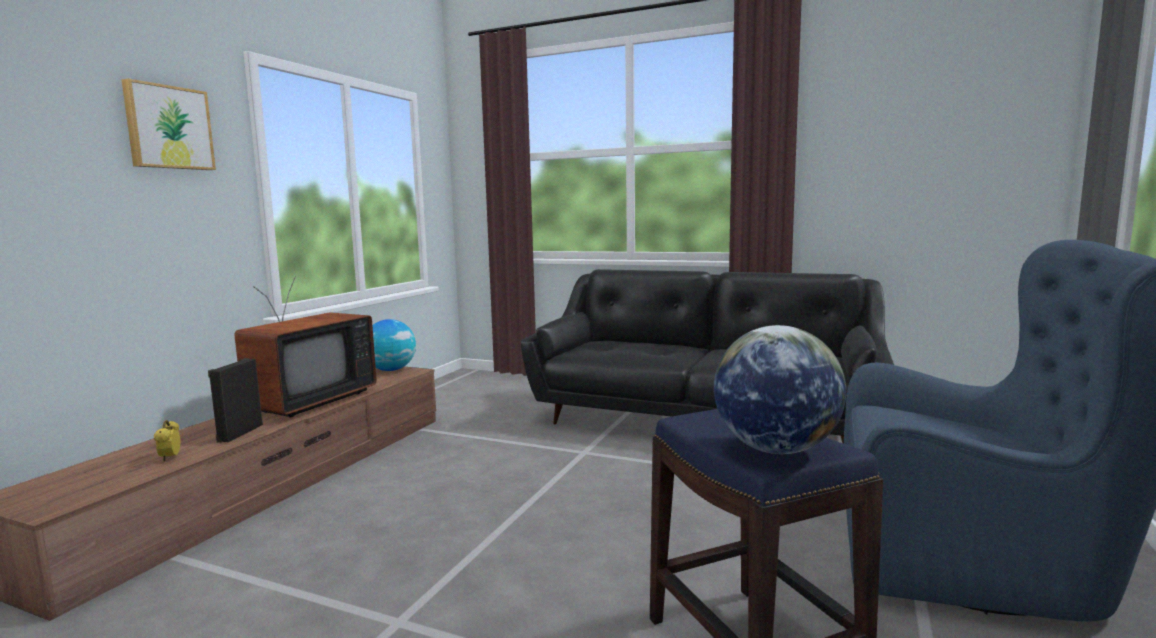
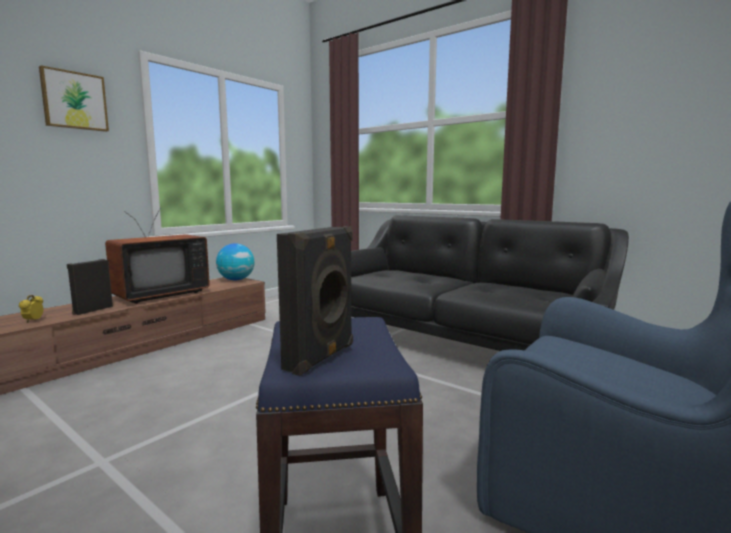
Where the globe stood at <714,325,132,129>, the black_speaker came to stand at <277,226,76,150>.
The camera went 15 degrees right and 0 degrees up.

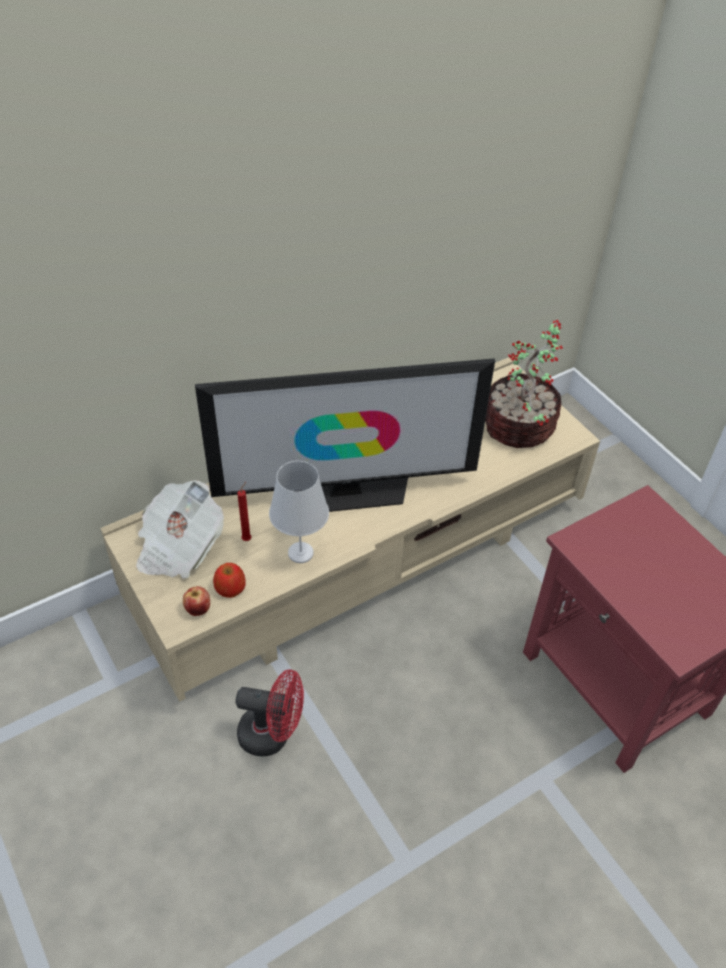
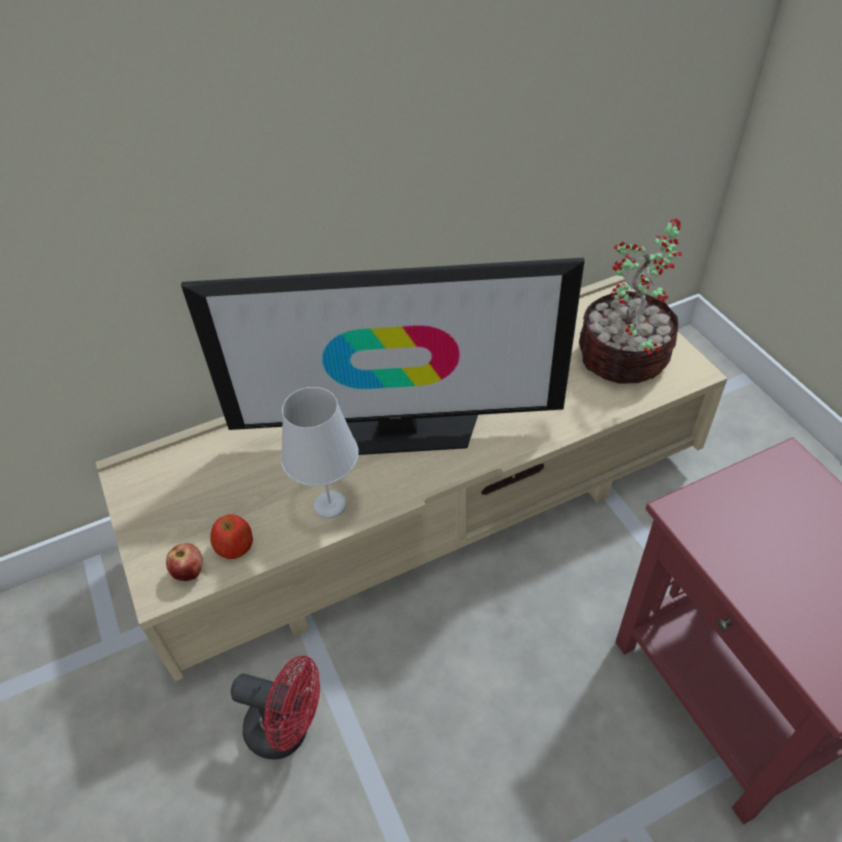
The second view lost the newspaper at <136,480,88,99>.
The second view lost the red_wax_light at <237,482,14,59>.
The camera went 10 degrees right and 0 degrees up.

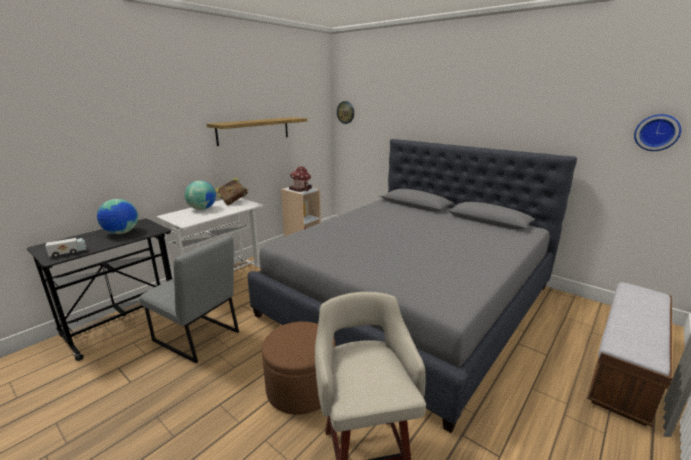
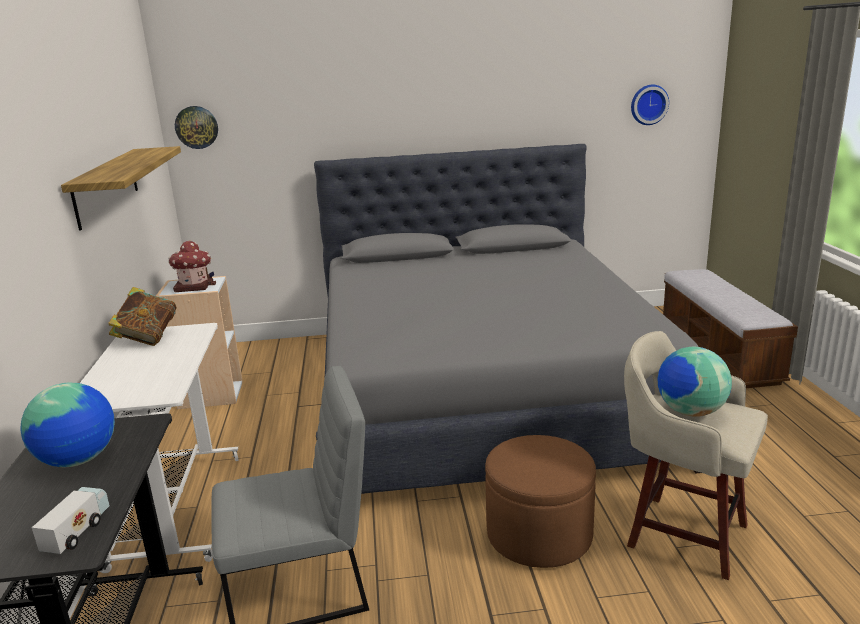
The globe ended up elsewhere, having gone from <185,180,31,30> to <658,347,74,70>.
The camera went 45 degrees left and 0 degrees up.

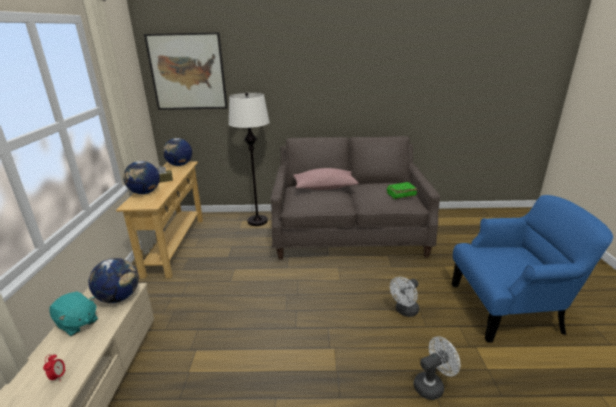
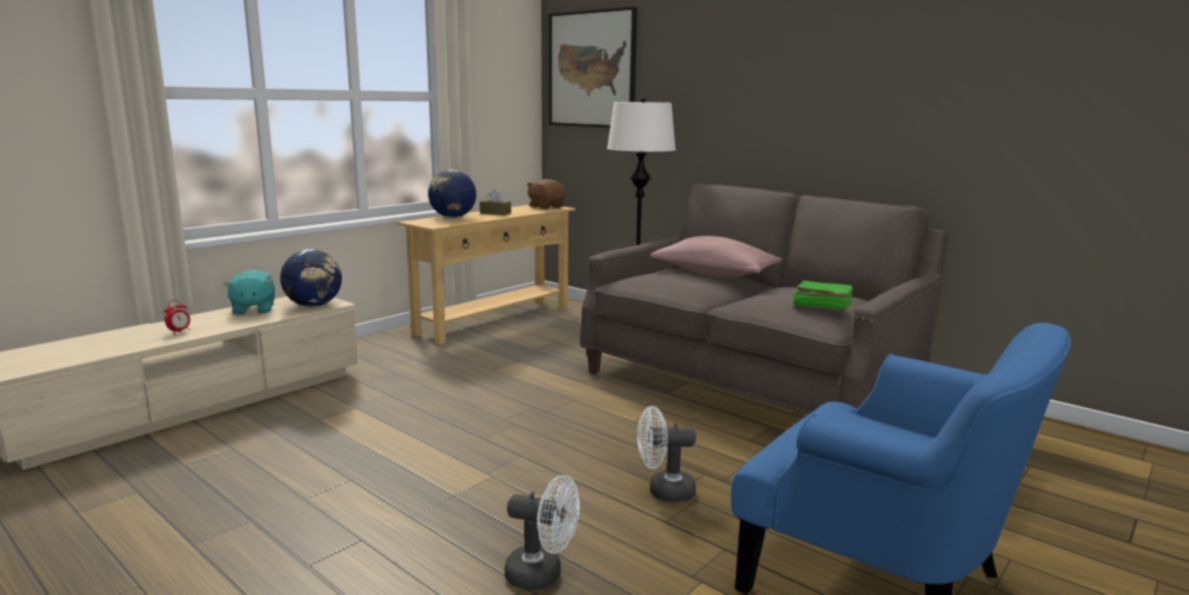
Where the globe stood at <163,138,29,28>, the brownish_plush_toy came to stand at <526,179,39,30>.
The camera went 40 degrees right and 10 degrees down.

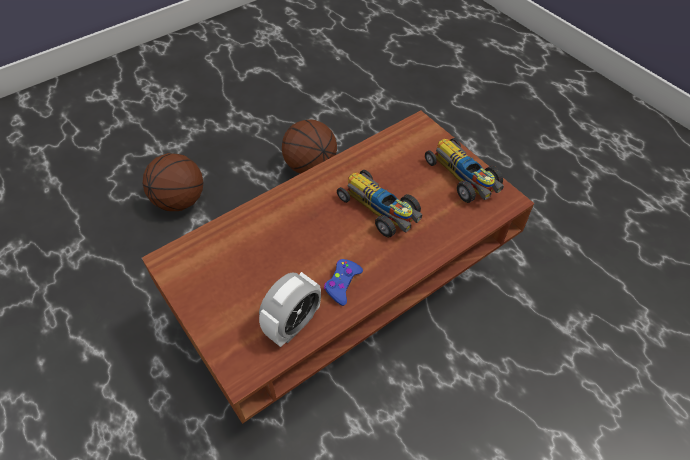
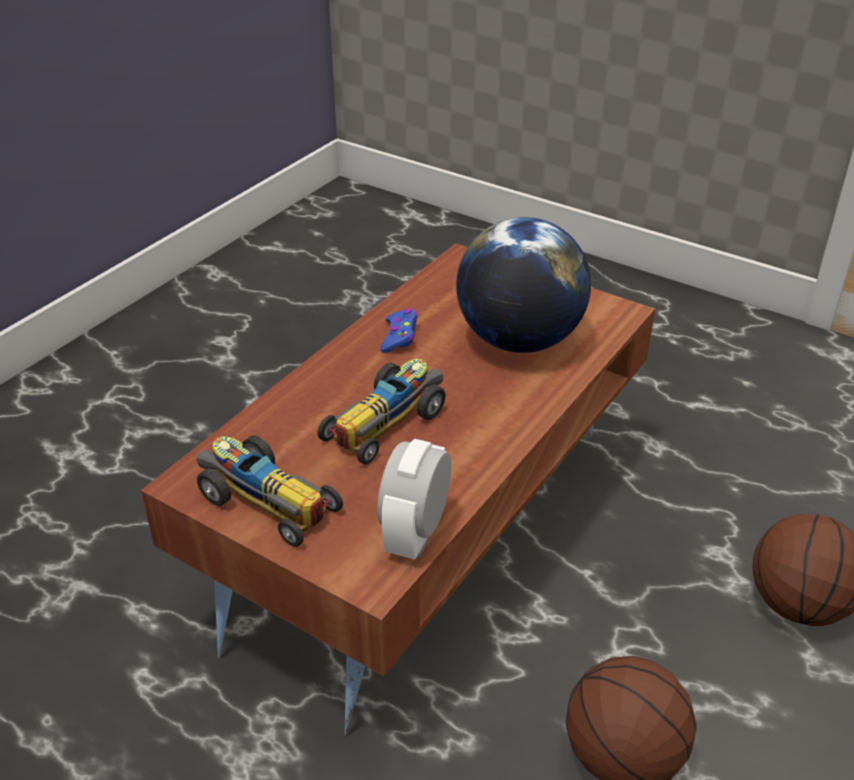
The model_car at <337,170,85,68> ended up facing another way, 105 degrees clockwise from before.
The table_clock ended up elsewhere, having gone from <259,272,62,75> to <377,439,74,121>.
The second view gained the globe at <456,217,135,136>.
The camera went 160 degrees right and 15 degrees down.

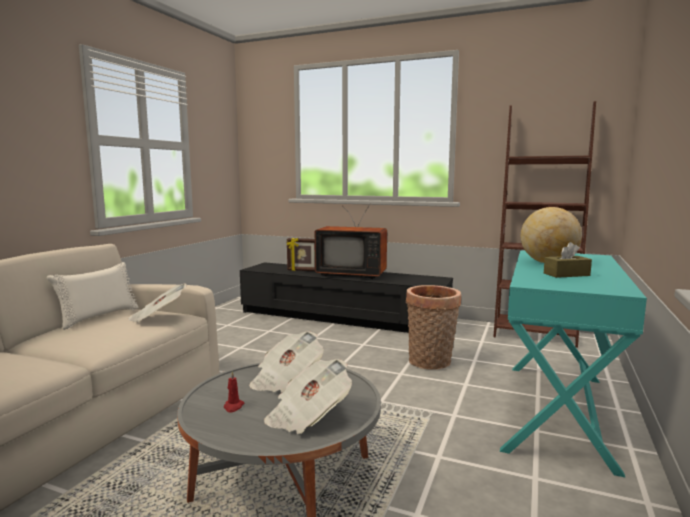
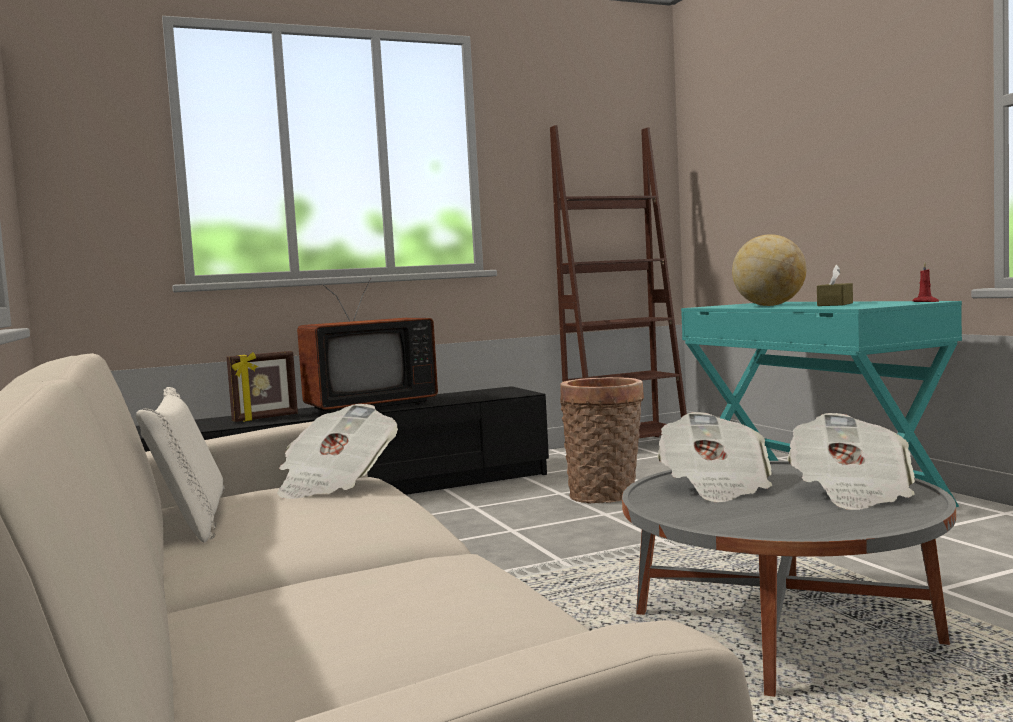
The red_wax_light ended up elsewhere, having gone from <224,371,20,41> to <913,262,26,40>.
The camera went 45 degrees left and 5 degrees down.

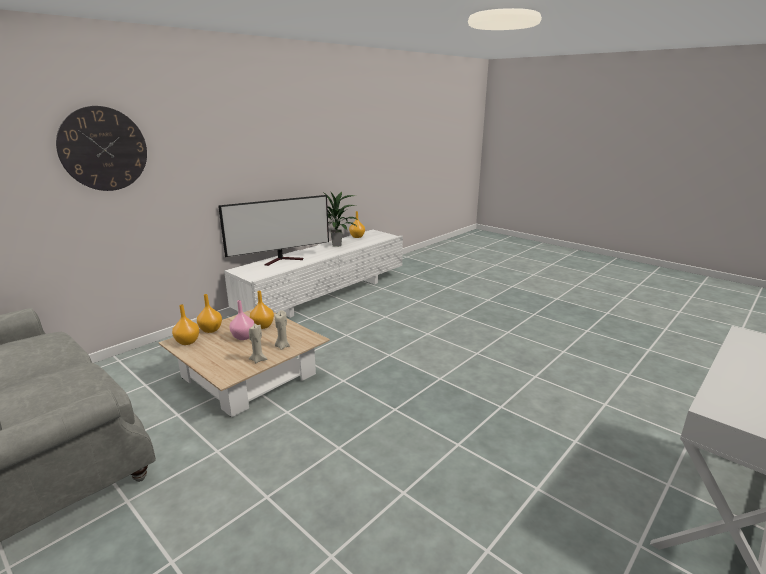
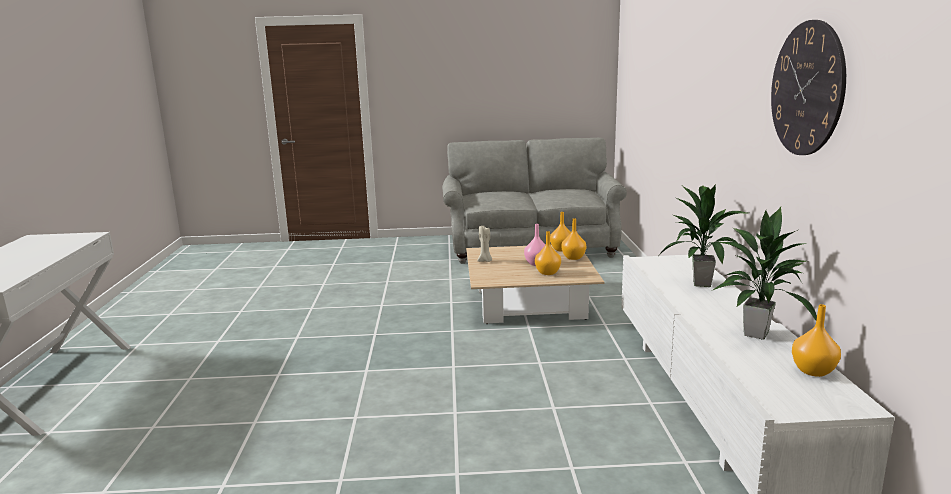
The clock_on_the_wall ended up elsewhere, having gone from <56,106,91,85> to <771,20,75,135>.
Where the TV_set stood at <218,195,111,71>, the houseplant came to stand at <659,184,89,103>.
The second view lost the beige-coloured_wax_light at <275,310,15,40>.
The camera went 135 degrees right and 5 degrees down.

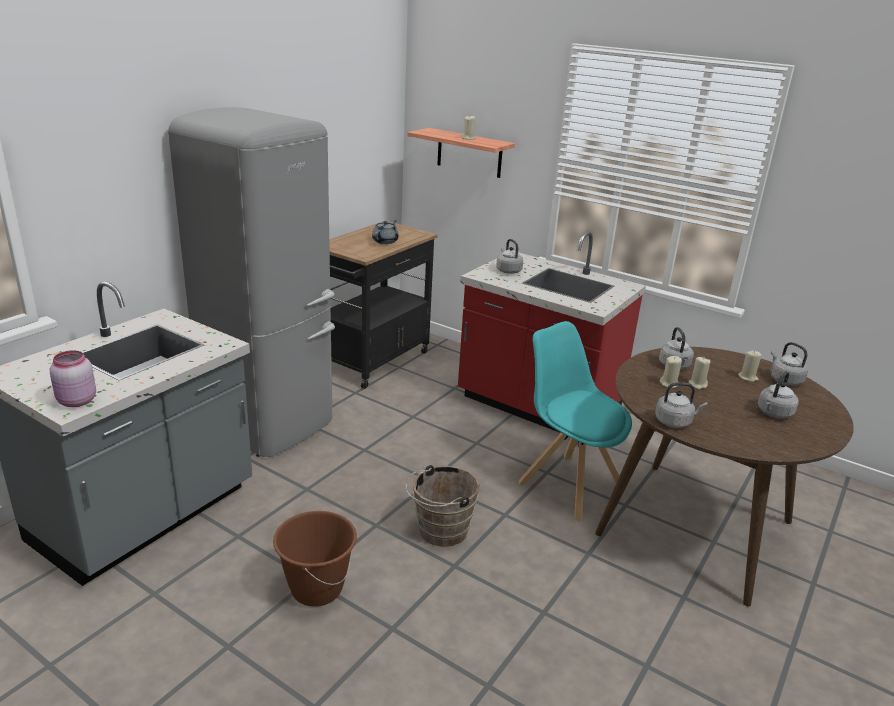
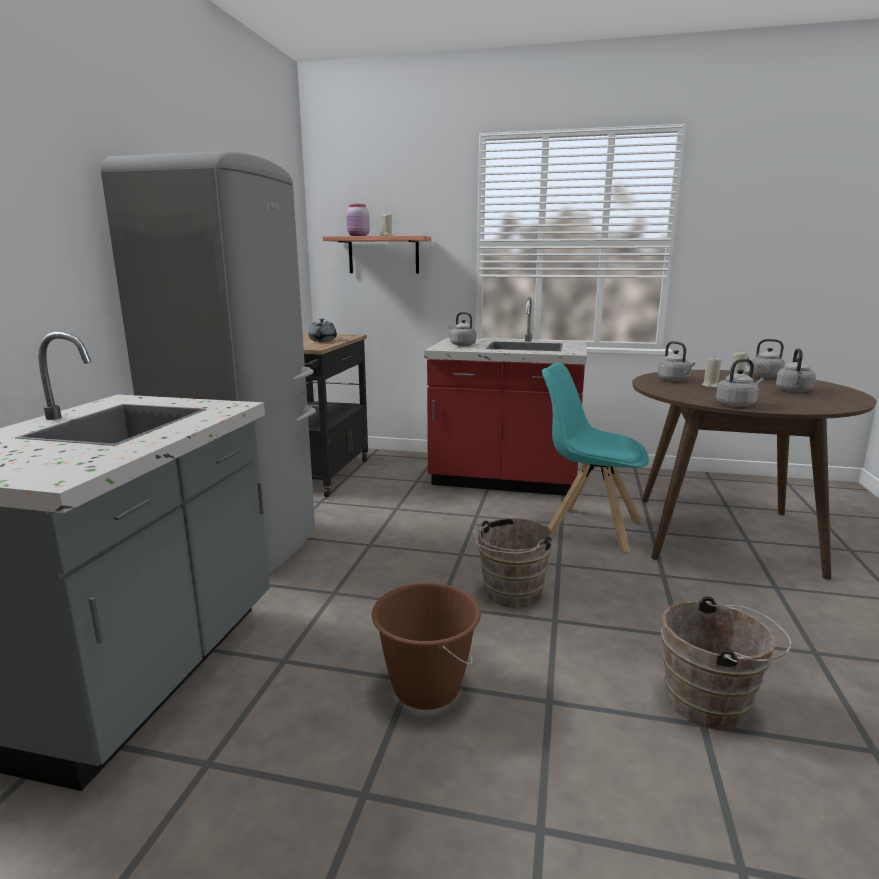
The pinkish_storage_jar ended up elsewhere, having gone from <50,350,46,57> to <346,204,24,32>.
The second view lost the beige-coloured_wax_light at <660,356,22,32>.
The second view gained the brownish_water_bucket at <661,596,131,134>.
The camera went 20 degrees left and 10 degrees down.

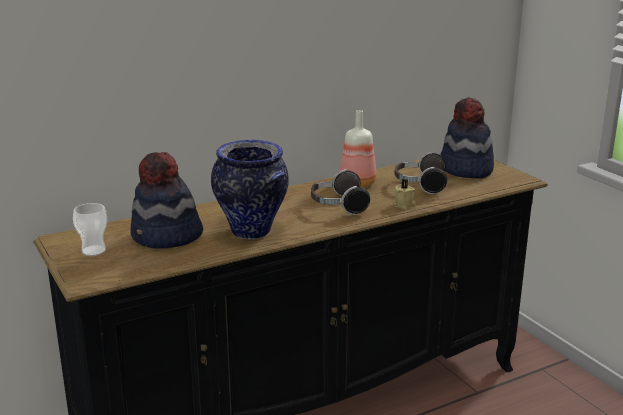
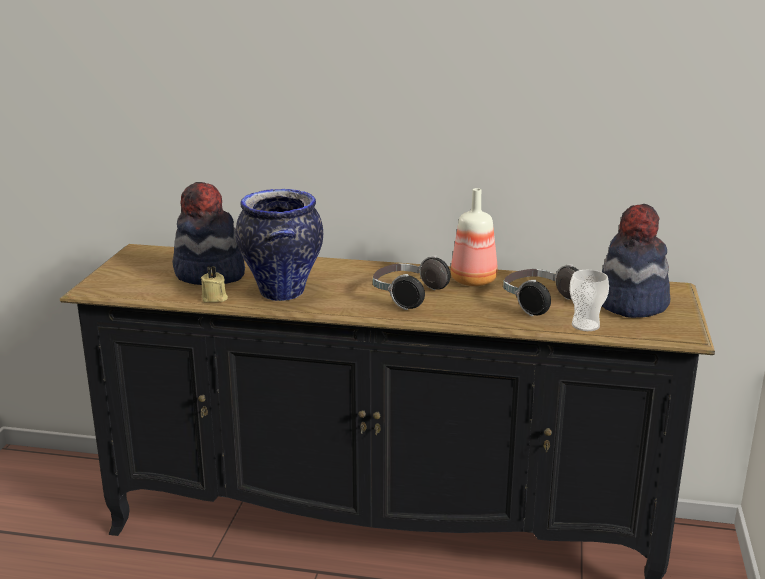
The beige-coloured_wax_light ended up elsewhere, having gone from <394,179,22,30> to <201,266,27,36>.
The small_cup ended up elsewhere, having gone from <73,203,35,53> to <569,270,40,61>.
The camera went 40 degrees right and 0 degrees up.

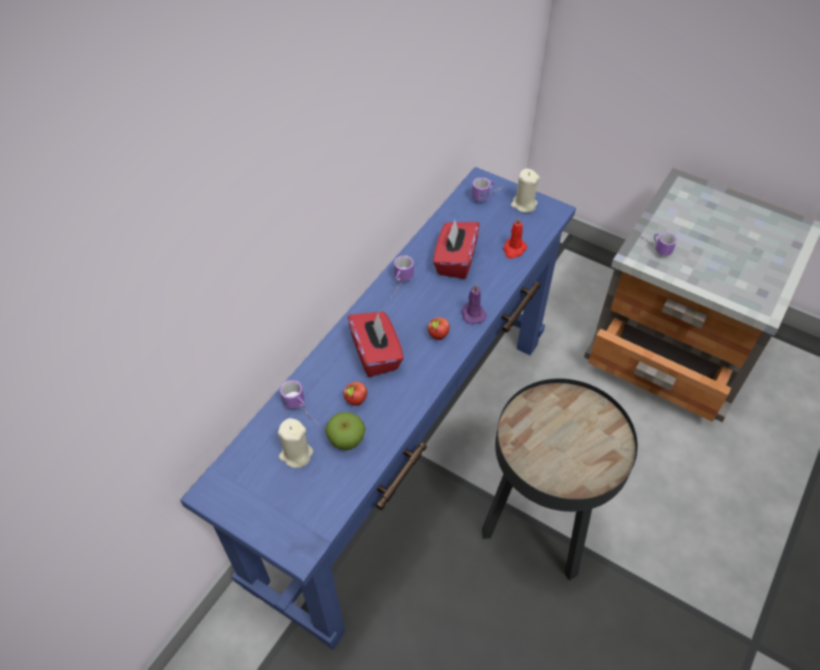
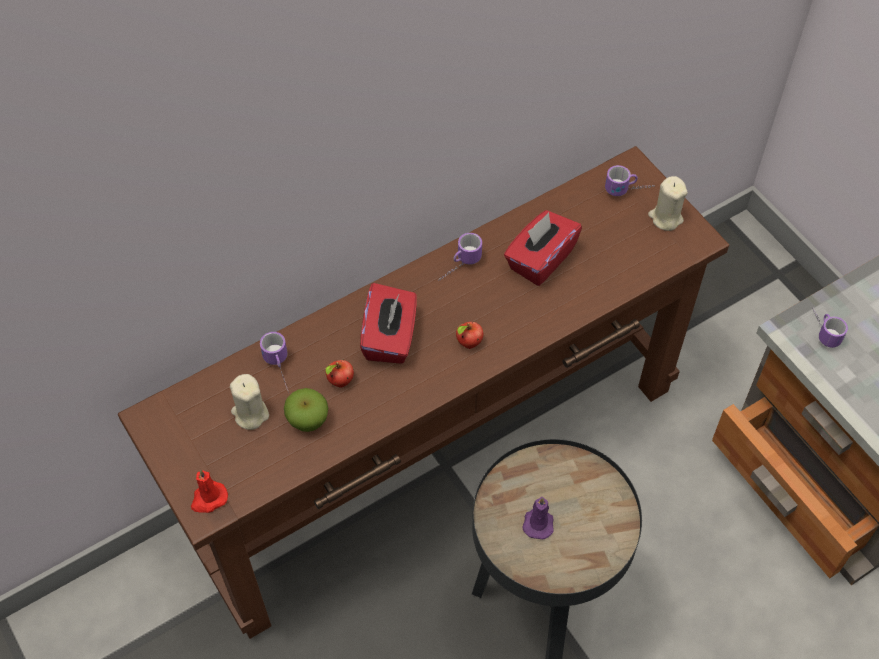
What was the blue_console_table at <180,167,396,482> turned into the brownish_console_table at <118,146,611,493>.
The red_wax_light ended up elsewhere, having gone from <503,217,24,42> to <191,470,37,43>.
The purple_wax_light ended up elsewhere, having gone from <461,283,26,41> to <522,497,32,42>.
The camera went 25 degrees right and 5 degrees up.

